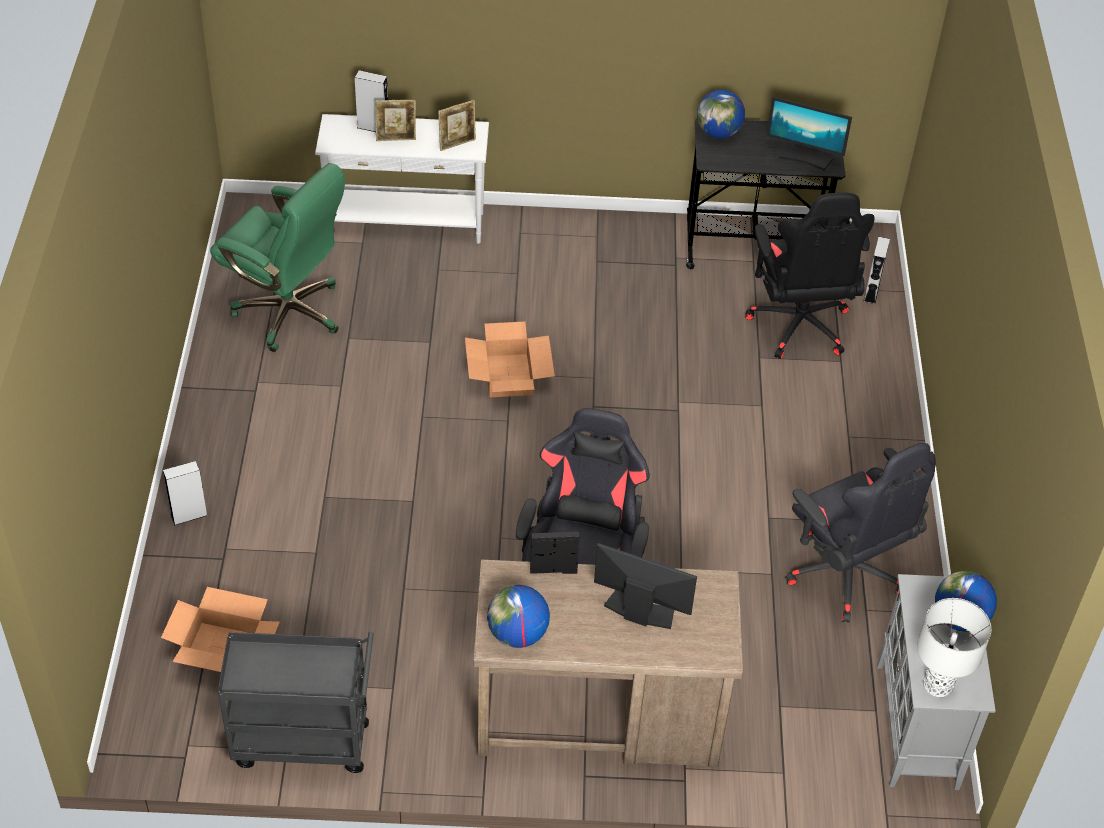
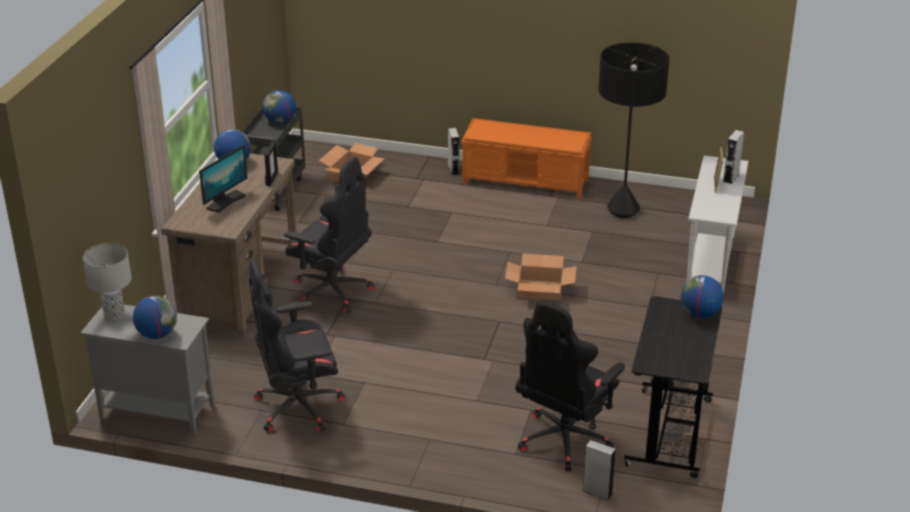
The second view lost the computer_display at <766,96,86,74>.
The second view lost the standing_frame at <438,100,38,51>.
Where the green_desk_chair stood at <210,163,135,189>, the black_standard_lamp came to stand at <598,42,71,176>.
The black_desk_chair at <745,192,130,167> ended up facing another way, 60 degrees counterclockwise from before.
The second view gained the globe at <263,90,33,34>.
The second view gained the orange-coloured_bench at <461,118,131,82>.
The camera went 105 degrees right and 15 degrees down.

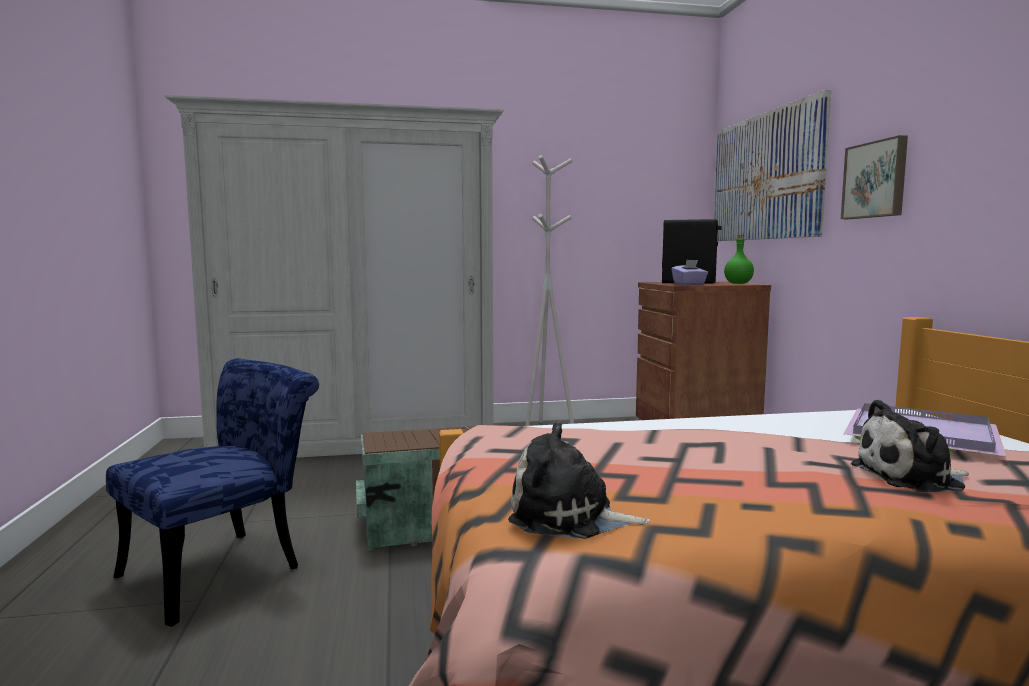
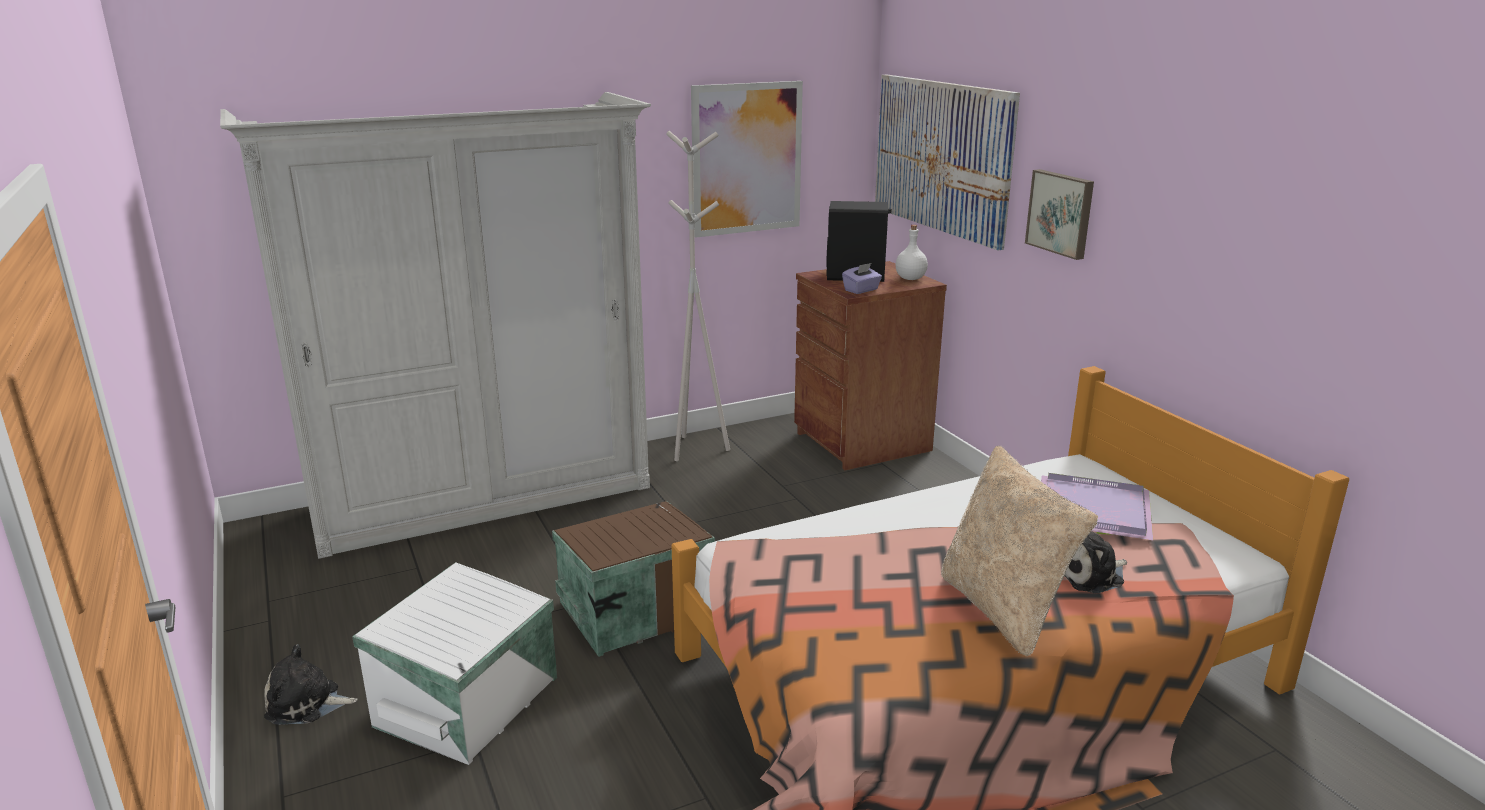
What was the green_bottle at <724,235,30,49> turned into the whitish_bottle at <896,225,32,55>.
Where the blue_upright_chair stood at <106,359,213,268>, the whitish_storage_container came to stand at <352,562,205,203>.
The plush_toy ended up elsewhere, having gone from <508,422,142,117> to <264,644,94,81>.
The second view gained the picture at <691,81,112,157>.
The second view gained the beige-coloured_pillow at <941,446,158,211>.
The camera went 15 degrees left and 15 degrees up.

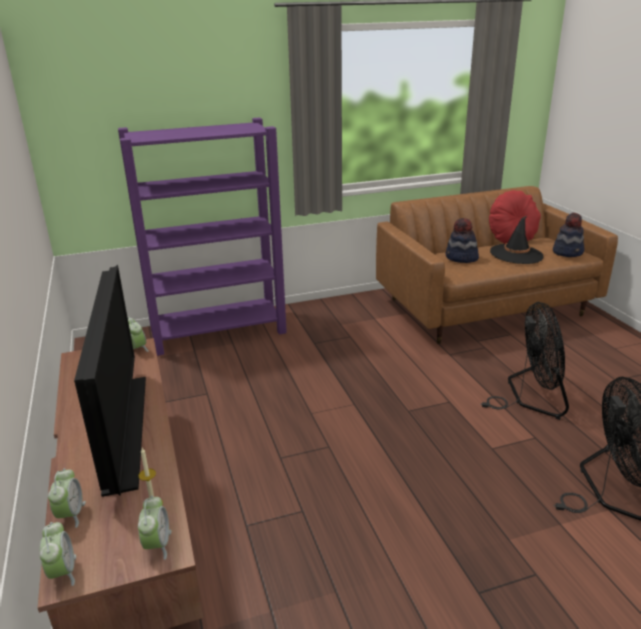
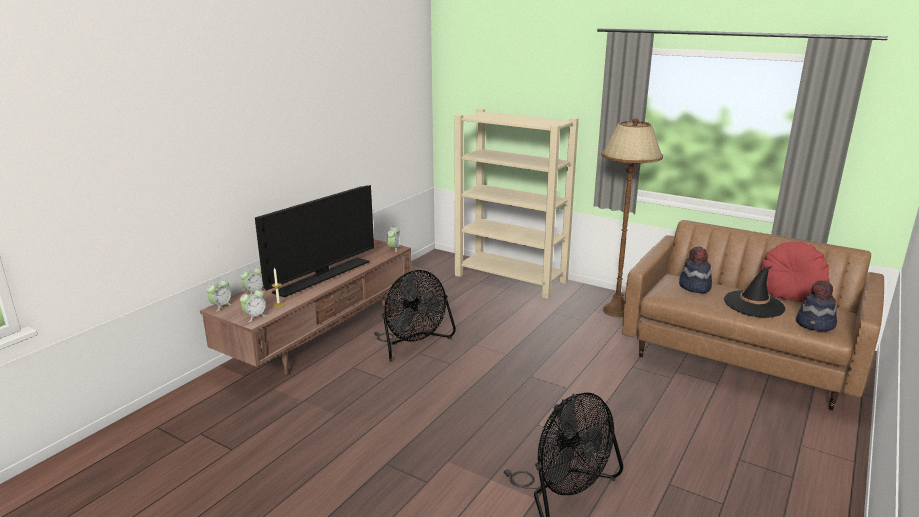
What was the purple_shelving_unit at <118,118,169,238> turned into the beige-coloured_shelving_unit at <454,108,125,191>.
The black_cooling_fan ended up elsewhere, having gone from <480,302,89,118> to <374,270,82,92>.
The second view gained the brownish_standard_lamp at <601,118,62,199>.
The camera went 50 degrees right and 5 degrees down.

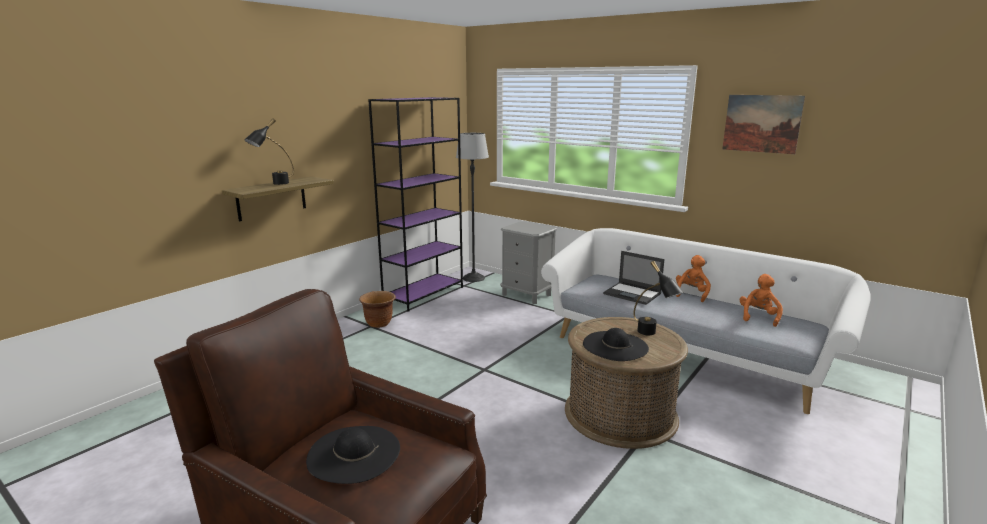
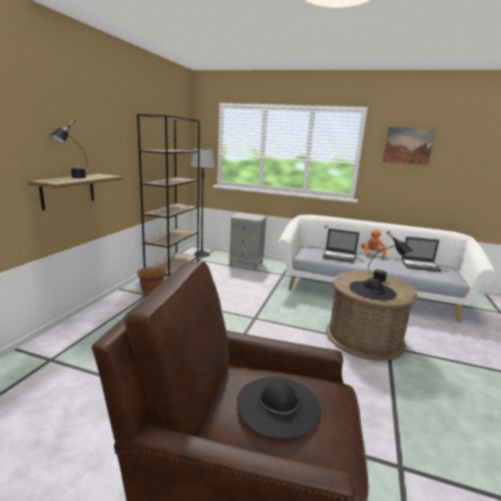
What was the purple_shelving_unit at <368,97,95,215> turned into the beige-coloured_shelving_unit at <137,114,63,162>.
Where the orange-coloured_plush_toy stood at <740,274,43,53>, the laptop came to stand at <401,237,41,35>.
The camera went 20 degrees left and 0 degrees up.

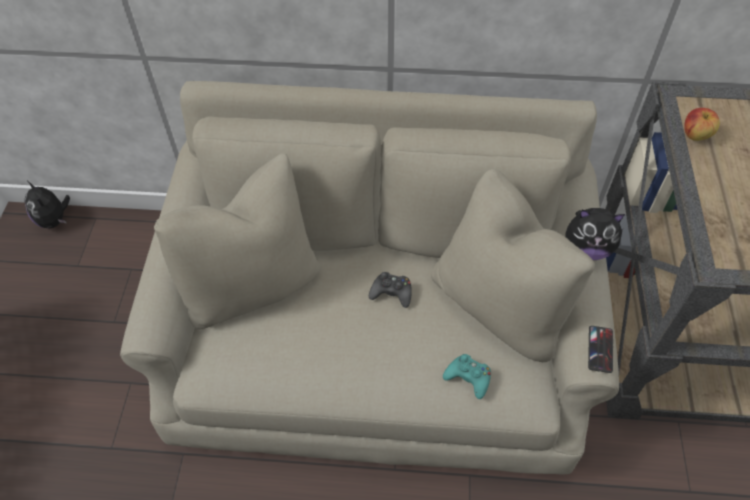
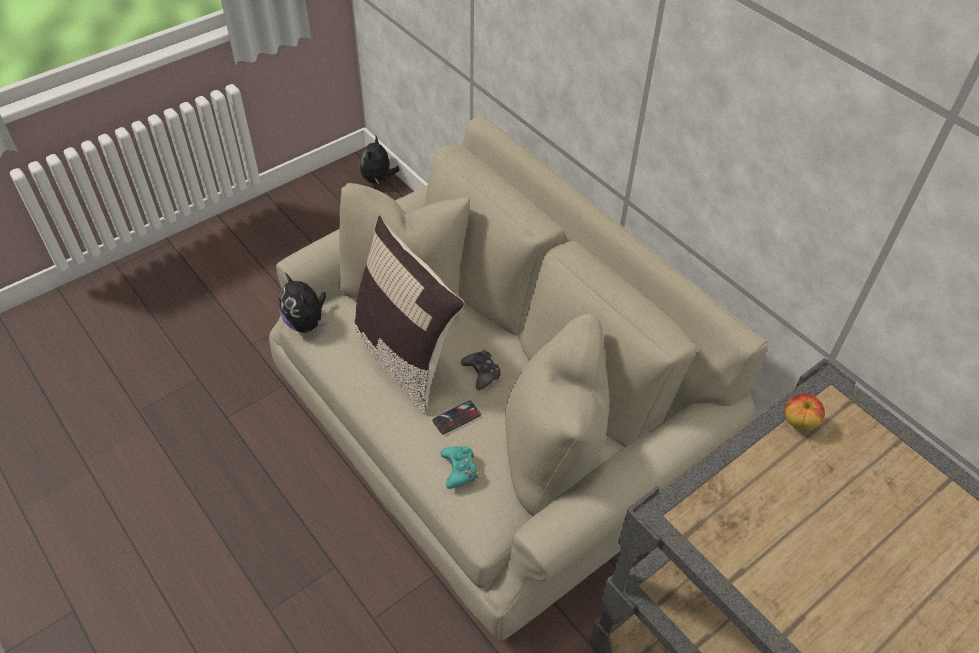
The plush_toy ended up elsewhere, having gone from <565,208,60,52> to <279,273,48,60>.
The phone ended up elsewhere, having gone from <588,326,25,47> to <432,401,49,34>.
The second view gained the pillow at <355,216,109,197>.
The camera went 45 degrees right and 5 degrees down.

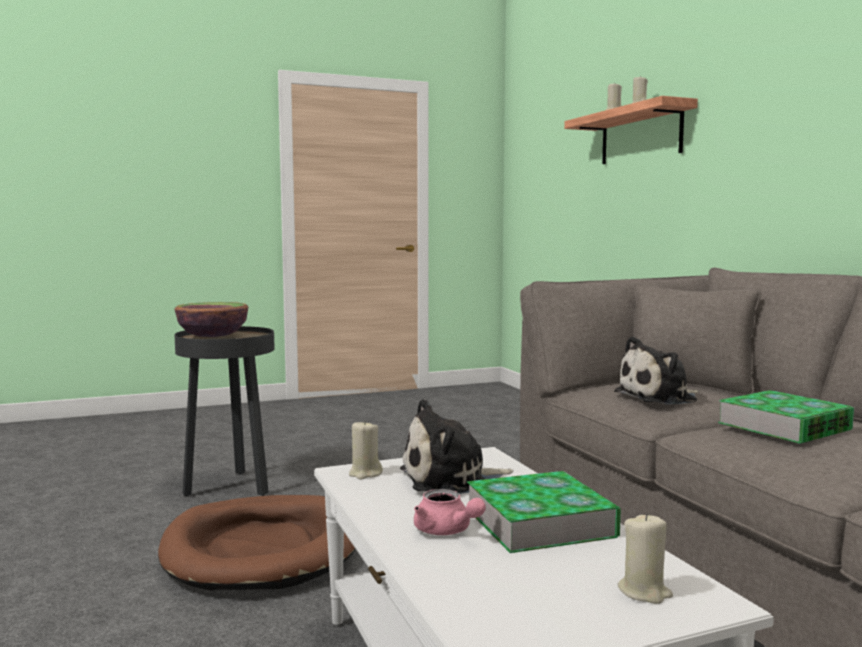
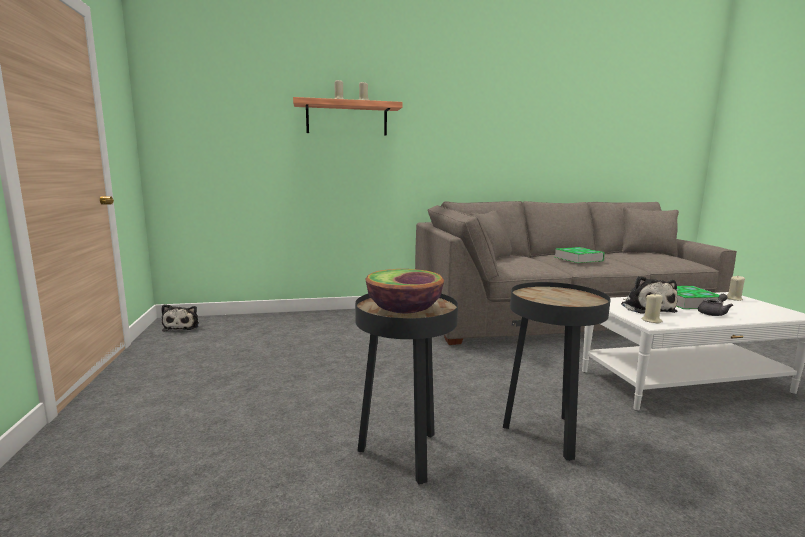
The plush_toy ended up elsewhere, having gone from <614,336,85,69> to <161,304,38,28>.
What was the pinkish_tea_pot at <414,489,72,46> turned into the gray_tea_pot at <698,294,35,22>.
Where the brownish_dog_cushion stood at <158,495,197,96>, the black_end_table came to stand at <503,282,108,179>.
The camera went 80 degrees left and 5 degrees up.

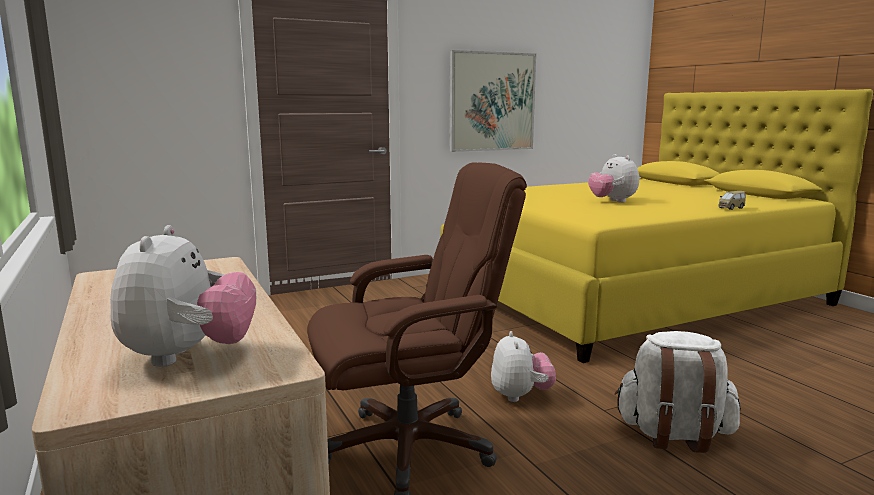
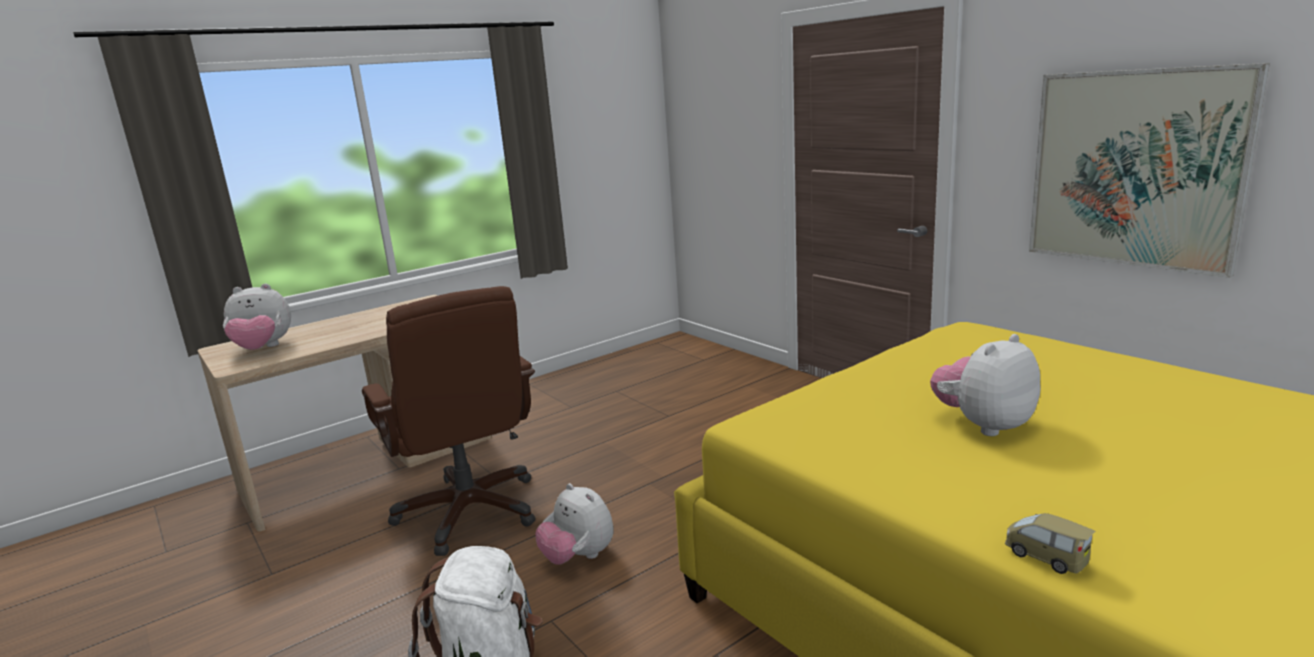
The plush_toy at <491,331,65,71> ended up facing another way, 60 degrees clockwise from before.
The camera went 80 degrees right and 5 degrees up.

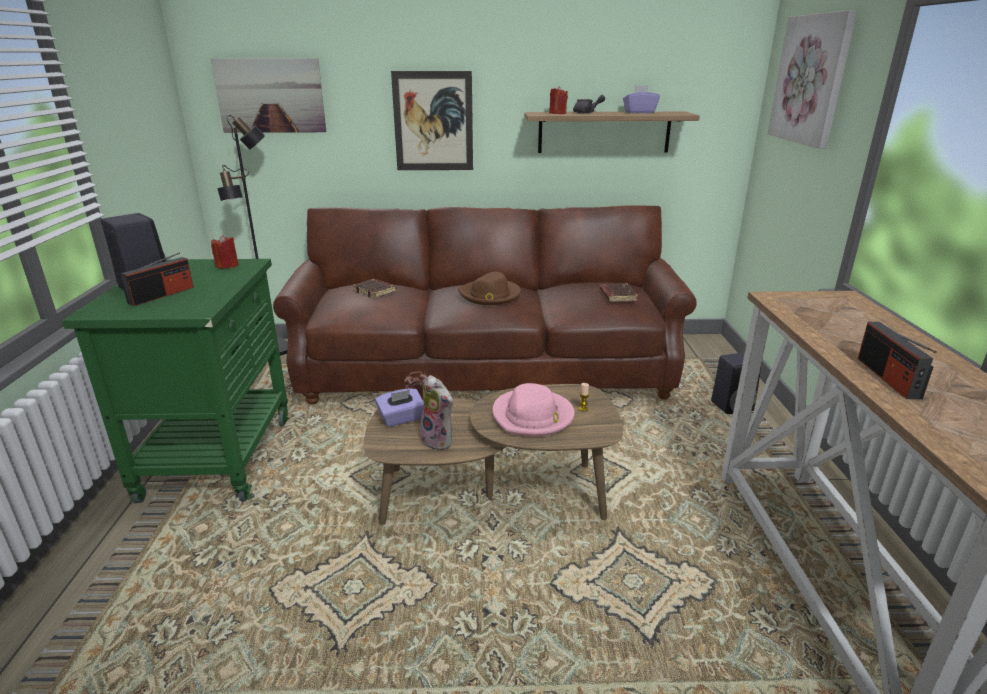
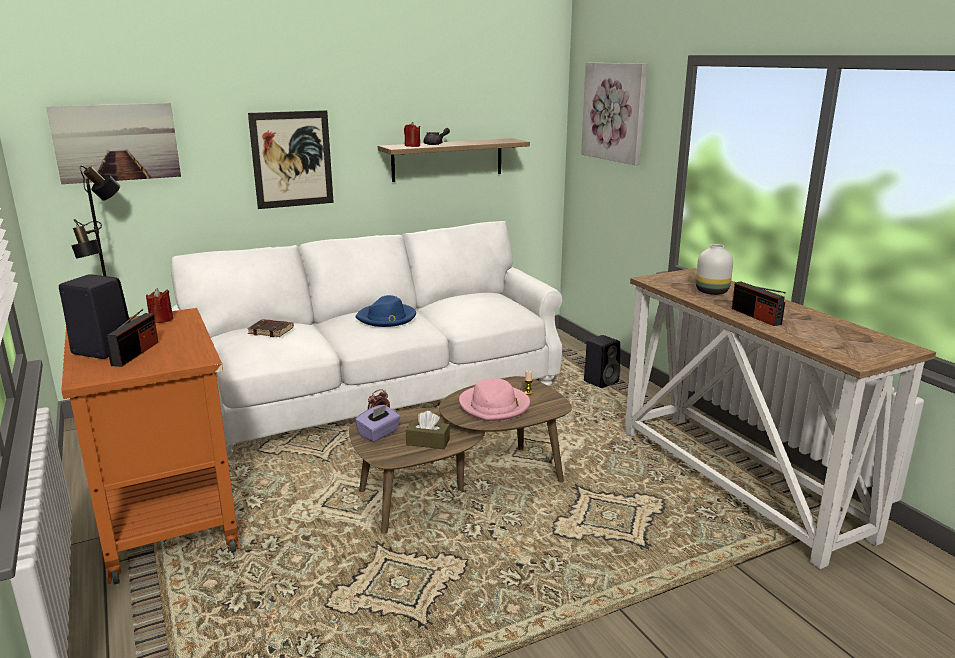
The second view lost the purple_box_of_tissues at <623,85,37,28>.
What was the brownish_couch at <273,205,424,199> turned into the whitish_couch at <171,221,392,237>.
What was the green_cart at <62,259,228,244> turned into the orange-coloured_cart at <61,308,180,277>.
What was the brownish_hat at <458,272,63,33> turned into the blue_hat at <356,295,60,32>.
The second view lost the brownish_book at <600,283,38,19>.
Where the plush_toy stood at <420,375,34,76>, the brownish_box_of_tissues came to stand at <406,411,44,38>.
The second view gained the whitish_vase at <696,244,37,51>.
The camera went 25 degrees left and 5 degrees down.

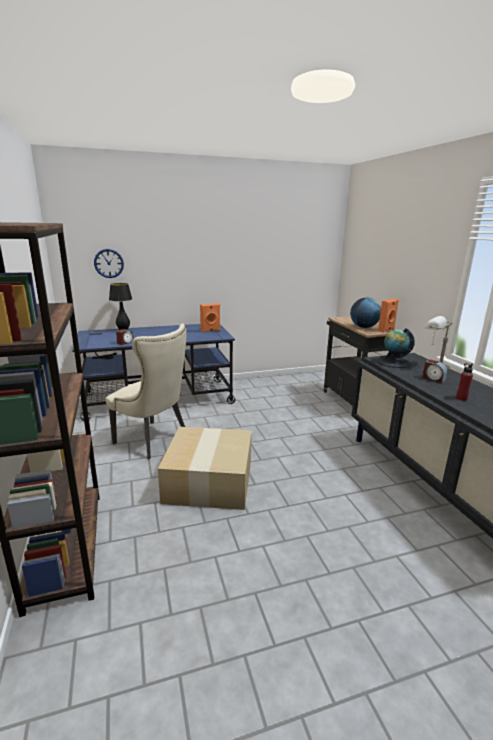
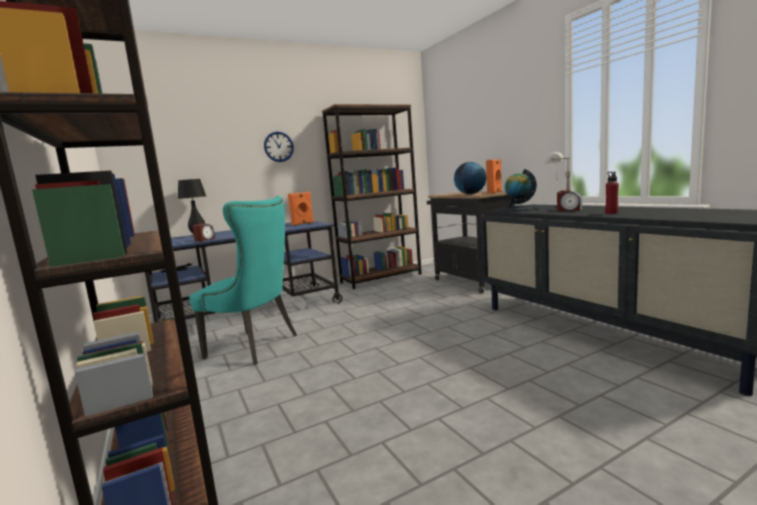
The clock_on_the_wall ended up elsewhere, having gone from <94,249,30,29> to <264,131,30,31>.
What was the beige-coloured_upright_chair at <106,324,80,135> turned into the turquoise_upright_chair at <189,196,108,169>.
The second view lost the cardboard_box at <158,427,94,83>.
The second view gained the brownish_shelving_unit at <322,104,100,185>.
The camera went 10 degrees left and 10 degrees down.

